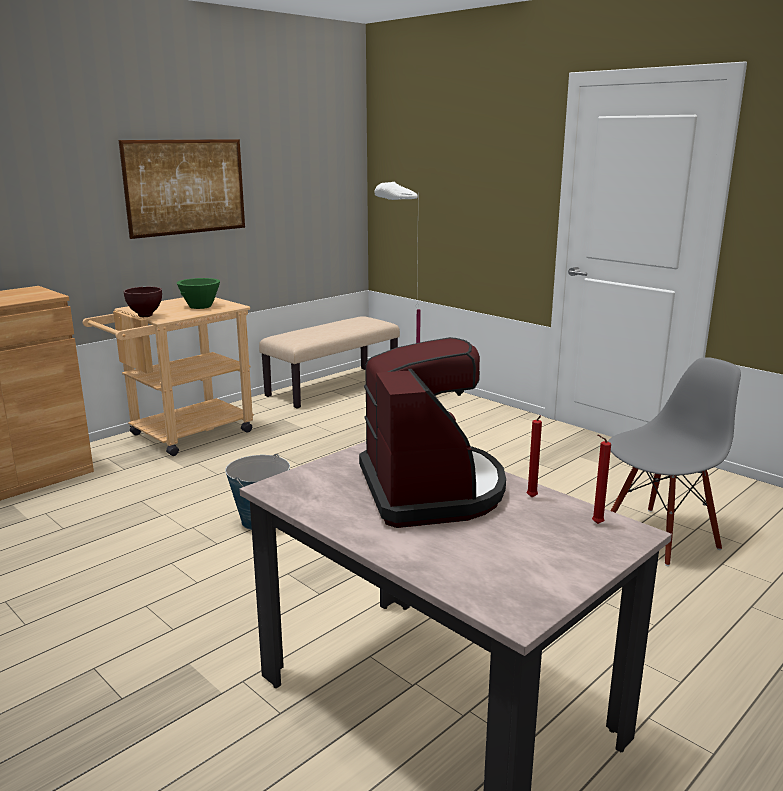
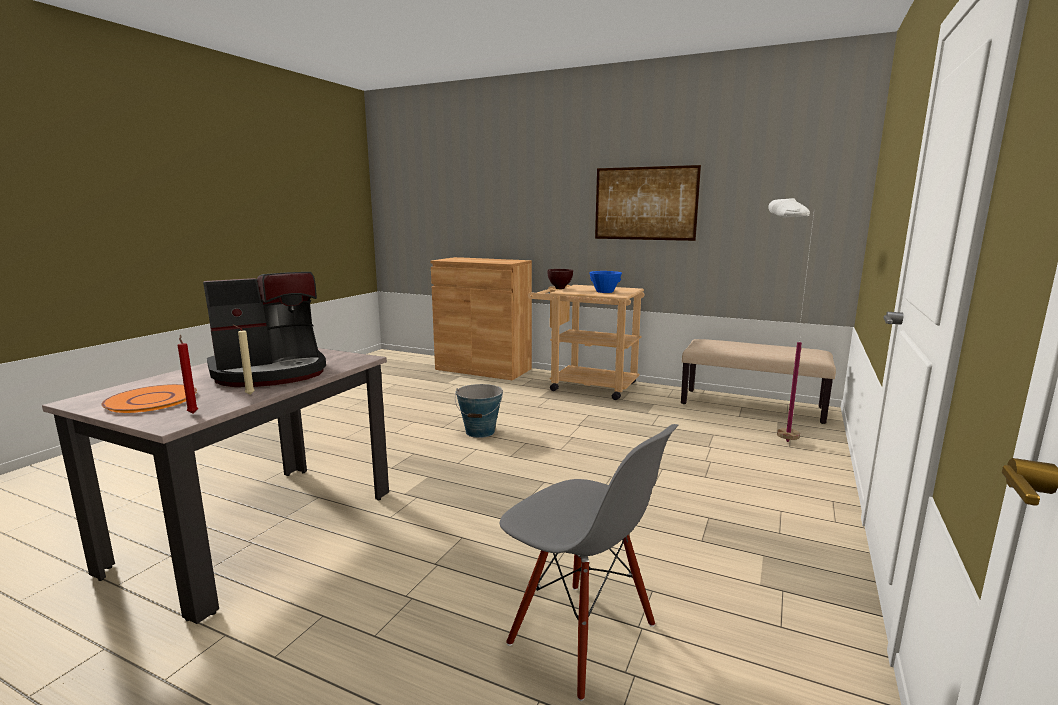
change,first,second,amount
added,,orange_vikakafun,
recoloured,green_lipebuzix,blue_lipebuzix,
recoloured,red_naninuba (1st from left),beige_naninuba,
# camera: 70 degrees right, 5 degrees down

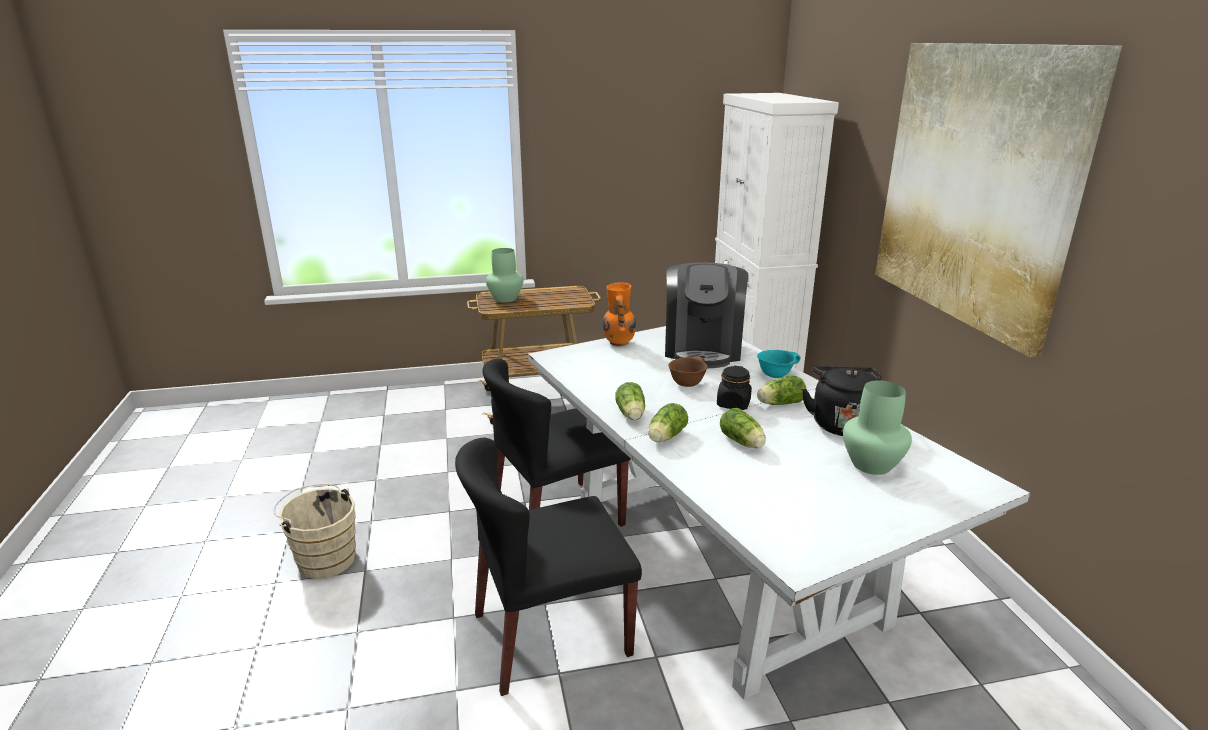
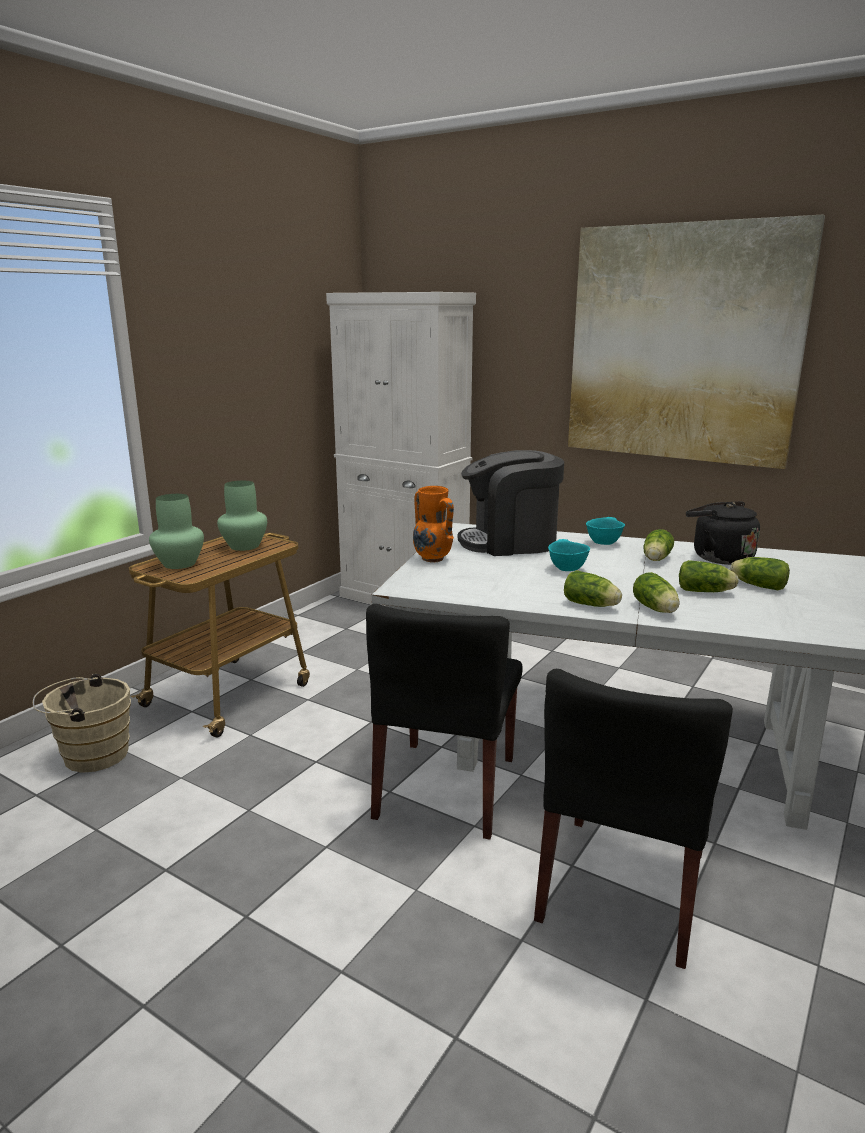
change,first,second,amount
removed,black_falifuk,,
added,,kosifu (5th from left),
moved,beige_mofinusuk,,
moved,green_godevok (2nd from left),,
recoloured,brown_lipebuzix,turquoise_lipebuzix (1st from left),
turned,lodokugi,,120 degrees clockwise
# camera: 45 degrees left, 5 degrees down

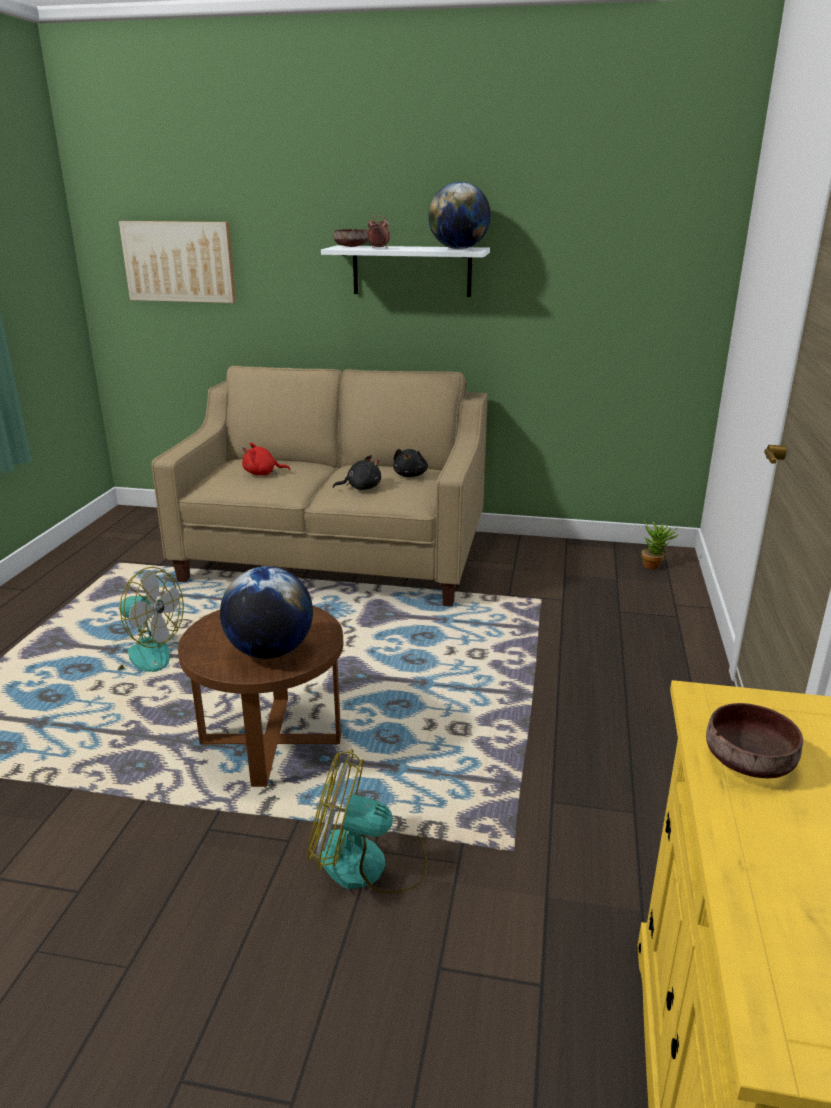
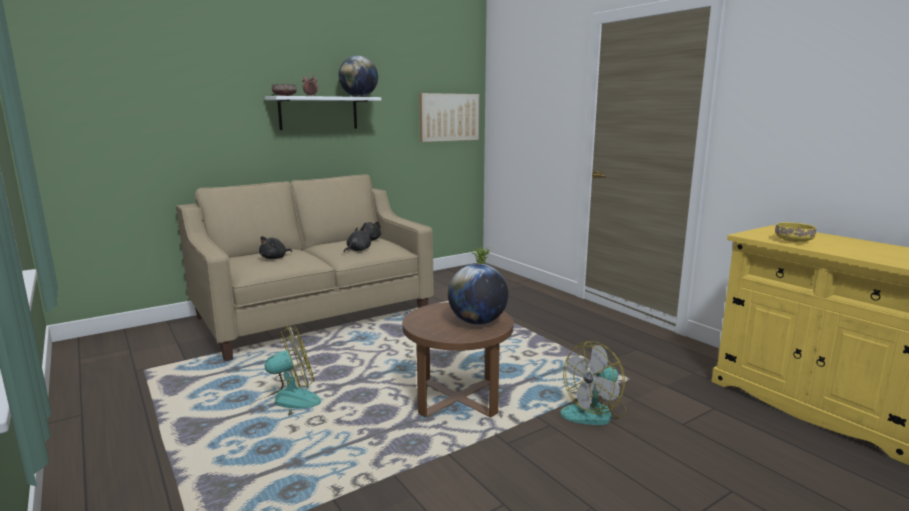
change,first,second,amount
moved,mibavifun,,
recoloured,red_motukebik,black_motukebik (1st from left),
recoloured,brown_lipebuzix (2nd from left),yellow_lipebuzix,
# camera: 45 degrees left, 10 degrees down

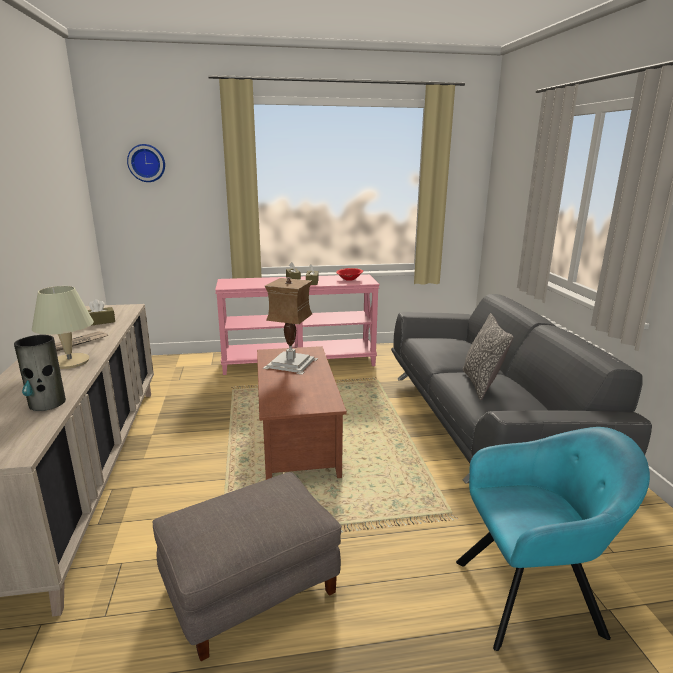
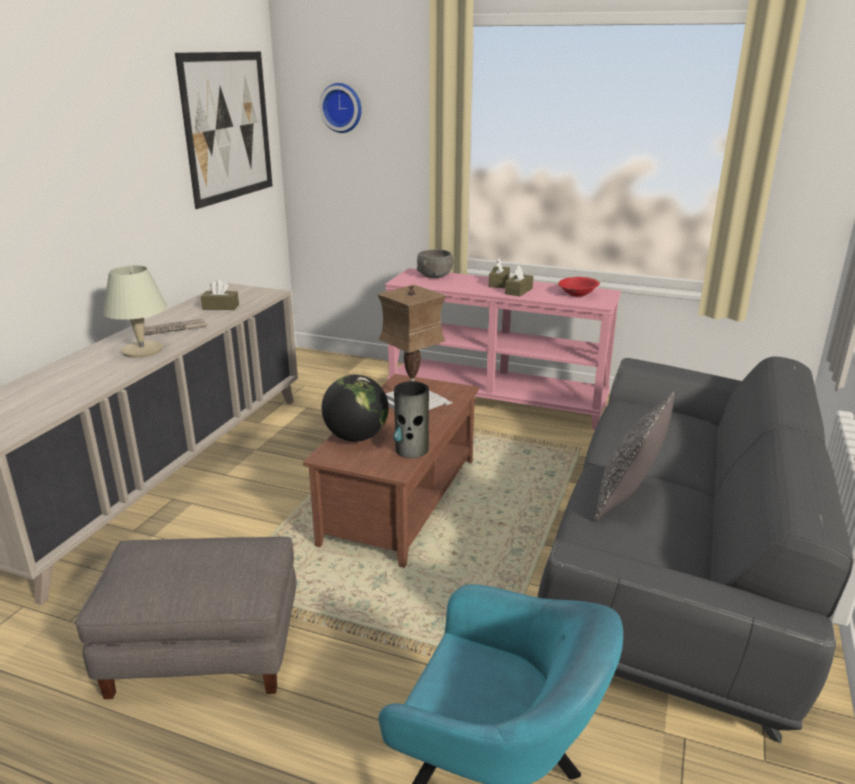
change,first,second,amount
added,,mibavifun,
added,,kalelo,
added,,grey_lipebuzix,
moved,godevok,,
# camera: 30 degrees right, 5 degrees up

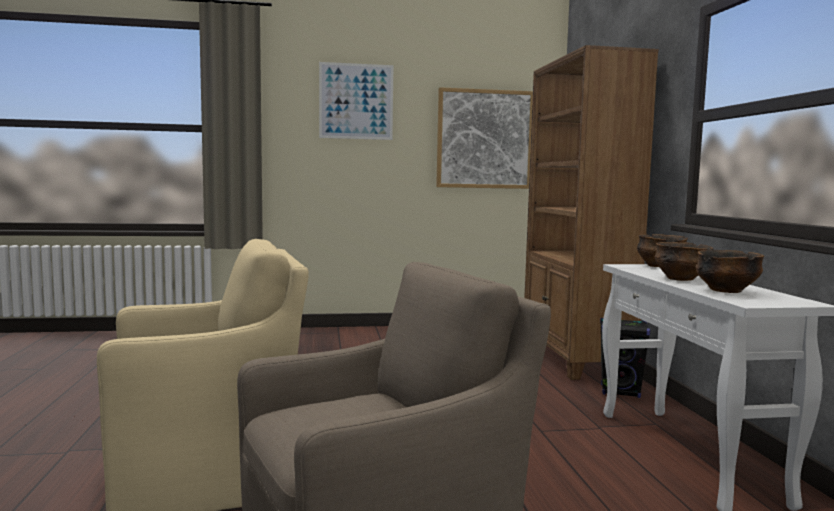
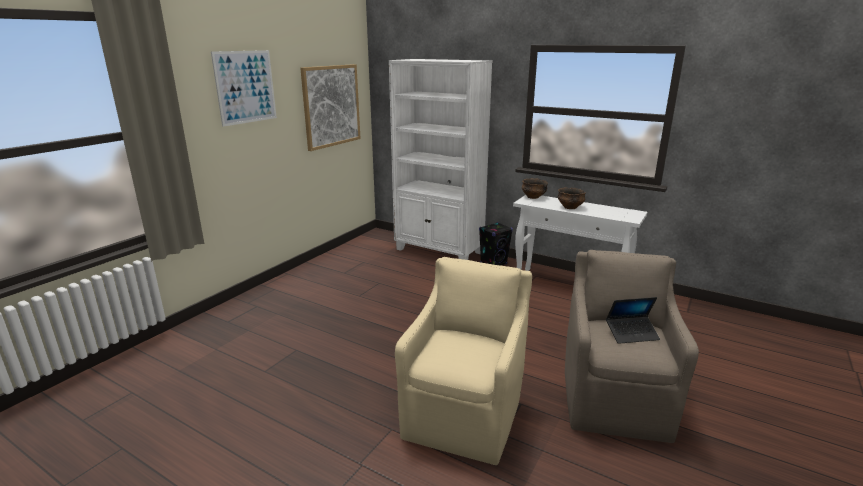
change,first,second,amount
removed,lipebuzix (3rd from left),,
added,,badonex,
recoloured,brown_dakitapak,white_dakitapak,
# camera: 50 degrees left, 15 degrees up

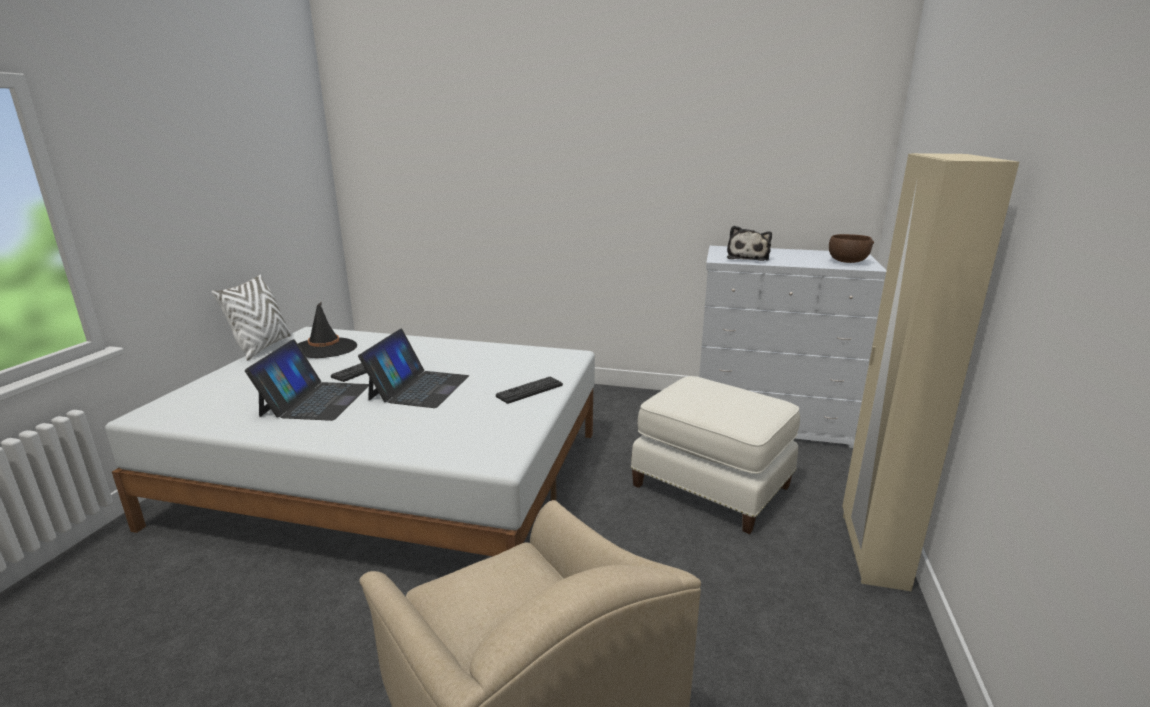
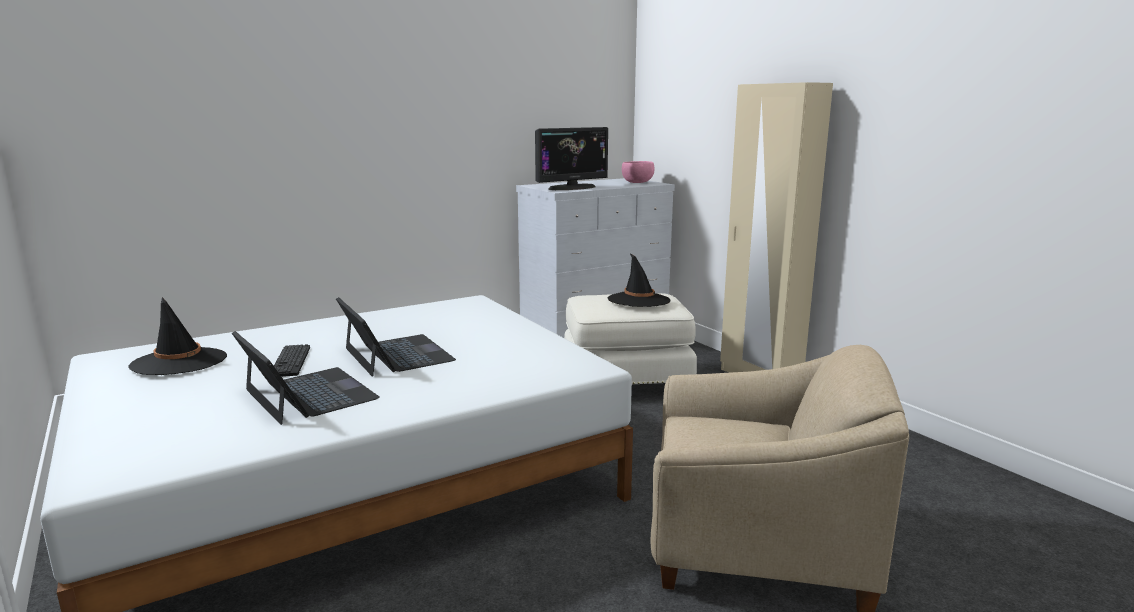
change,first,second,amount
removed,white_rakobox,,
removed,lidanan (2nd from left),,
added,,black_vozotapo (2nd from left),
replaced,motukebik,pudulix,
recoloured,brown_lipebuzix,pink_lipebuzix,
# camera: 45 degrees left, 5 degrees down

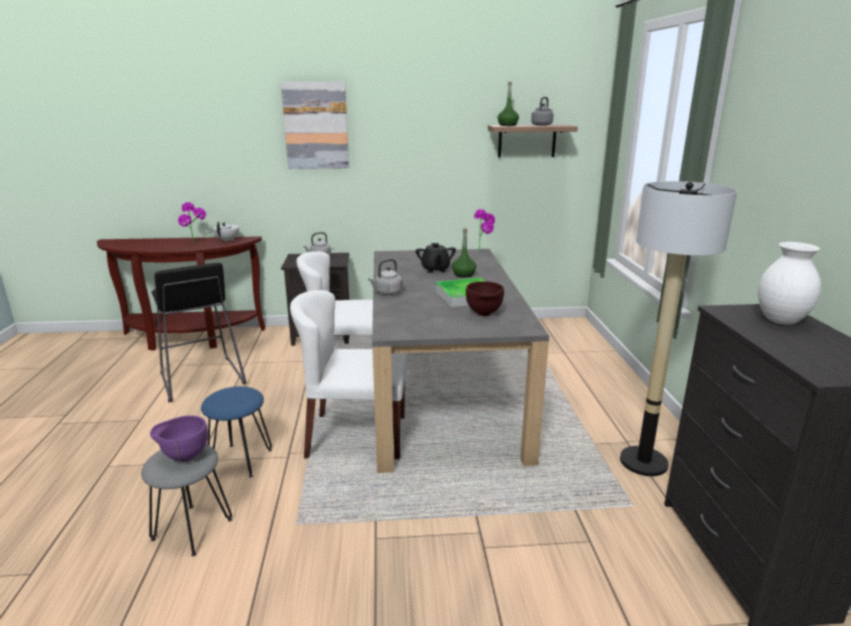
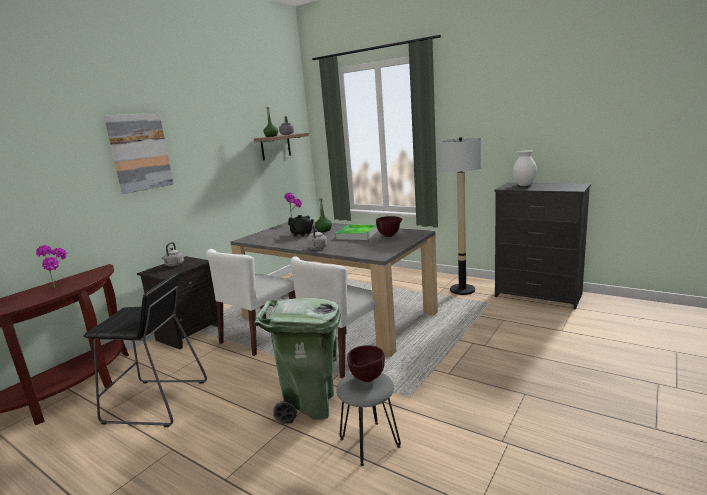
change,first,second,amount
removed,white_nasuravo,,
replaced,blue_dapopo,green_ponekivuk,
recoloured,purple_lipebuzix,brown_lipebuzix (1st from left),
# camera: 50 degrees left, 5 degrees down

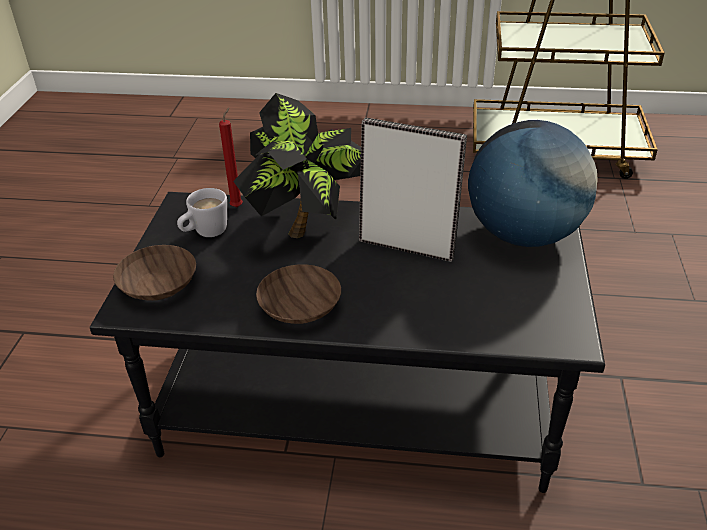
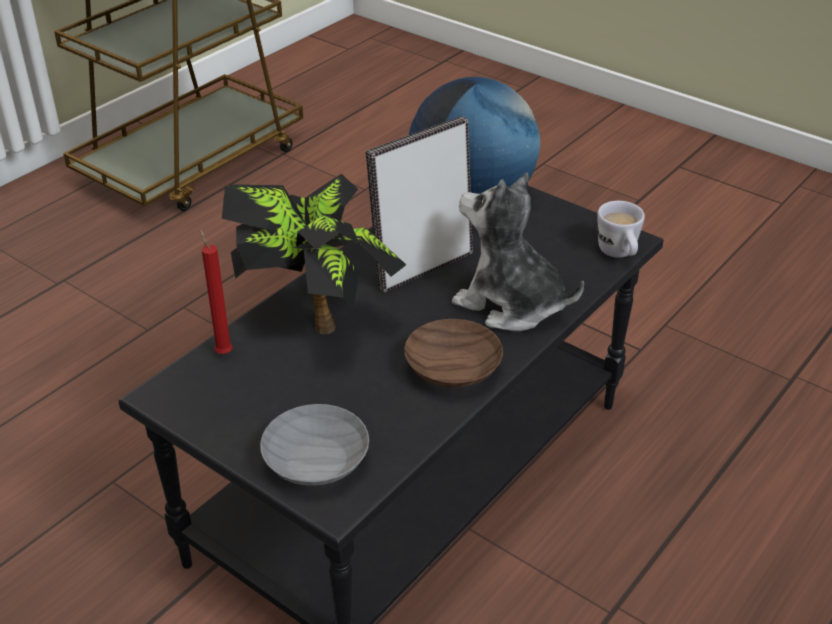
change,first,second,amount
added,,motukebik,
moved,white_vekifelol,,
recoloured,brown_lipebuzix (1st from left),grey_lipebuzix,
# camera: 60 degrees left, 0 degrees up

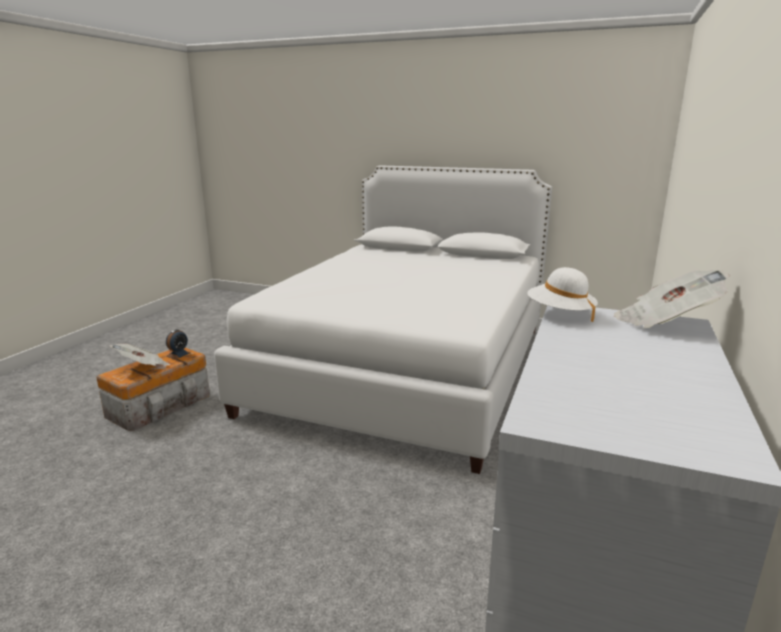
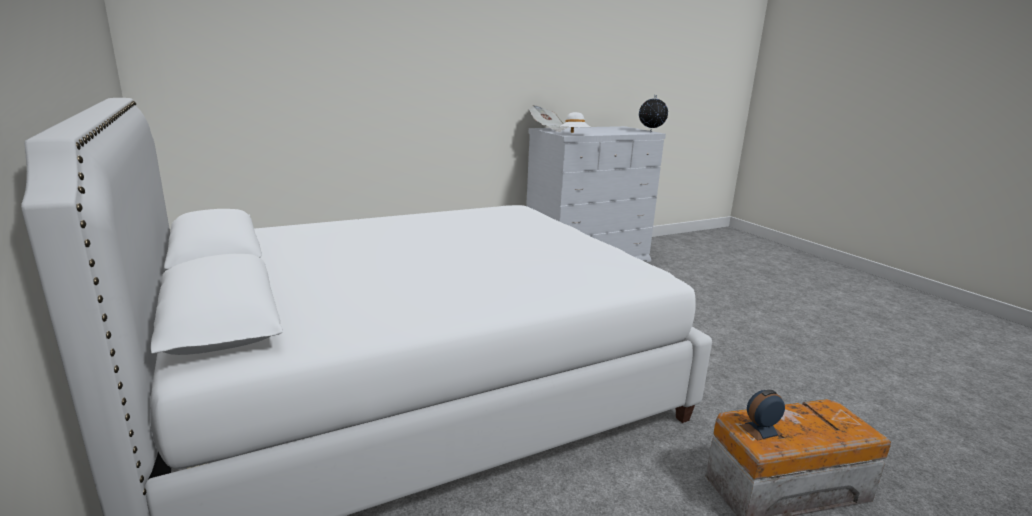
change,first,second,amount
removed,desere (1st from left),,
added,,kalelo,
# camera: 140 degrees left, 0 degrees up

